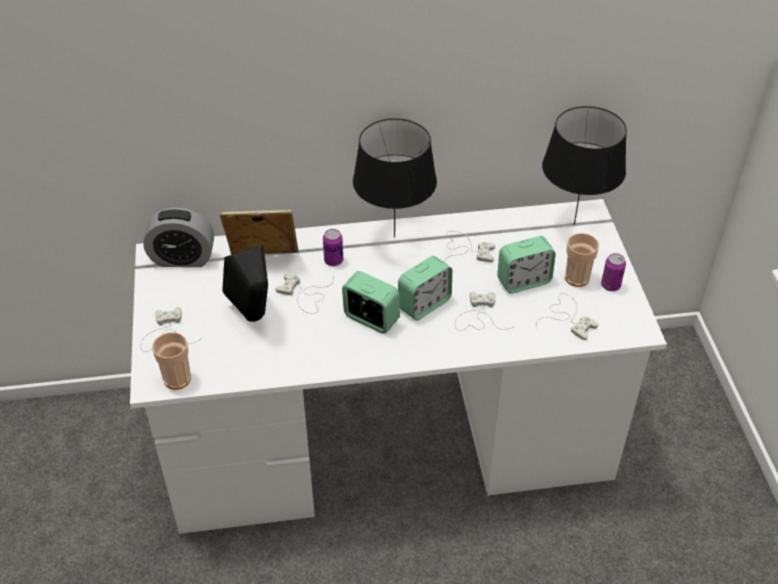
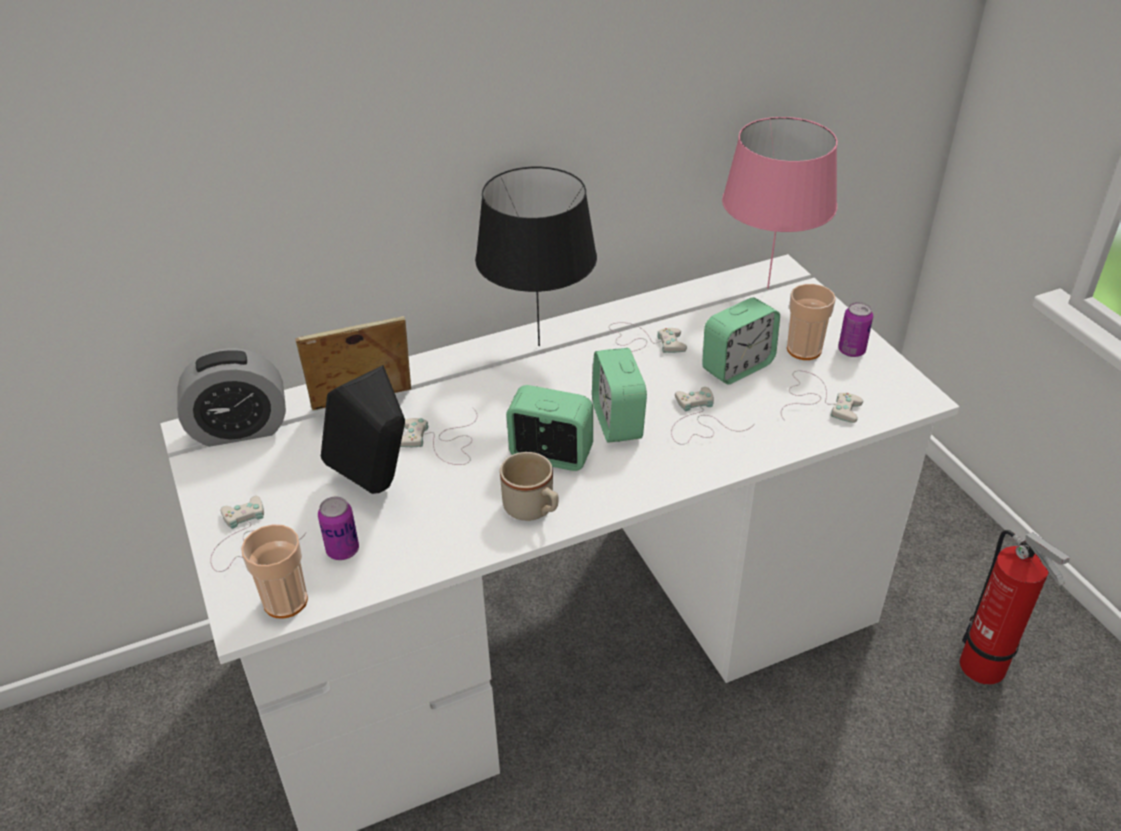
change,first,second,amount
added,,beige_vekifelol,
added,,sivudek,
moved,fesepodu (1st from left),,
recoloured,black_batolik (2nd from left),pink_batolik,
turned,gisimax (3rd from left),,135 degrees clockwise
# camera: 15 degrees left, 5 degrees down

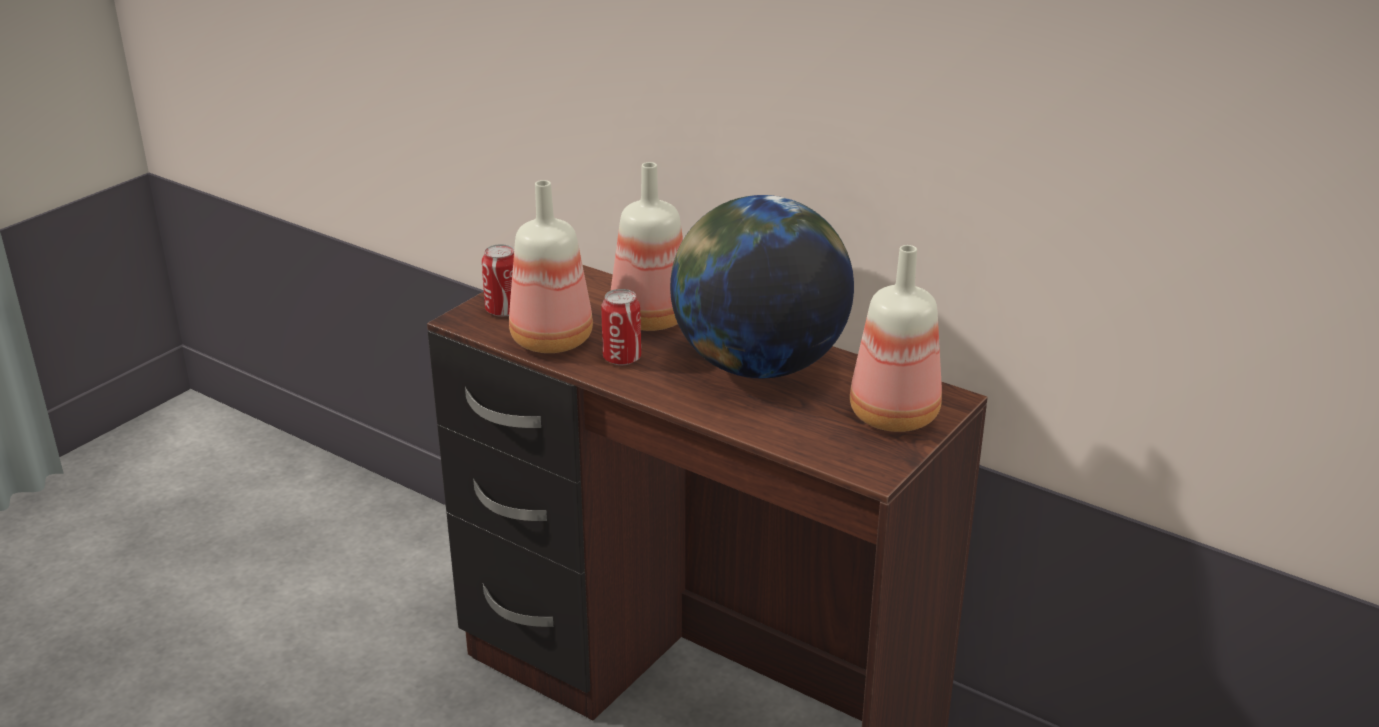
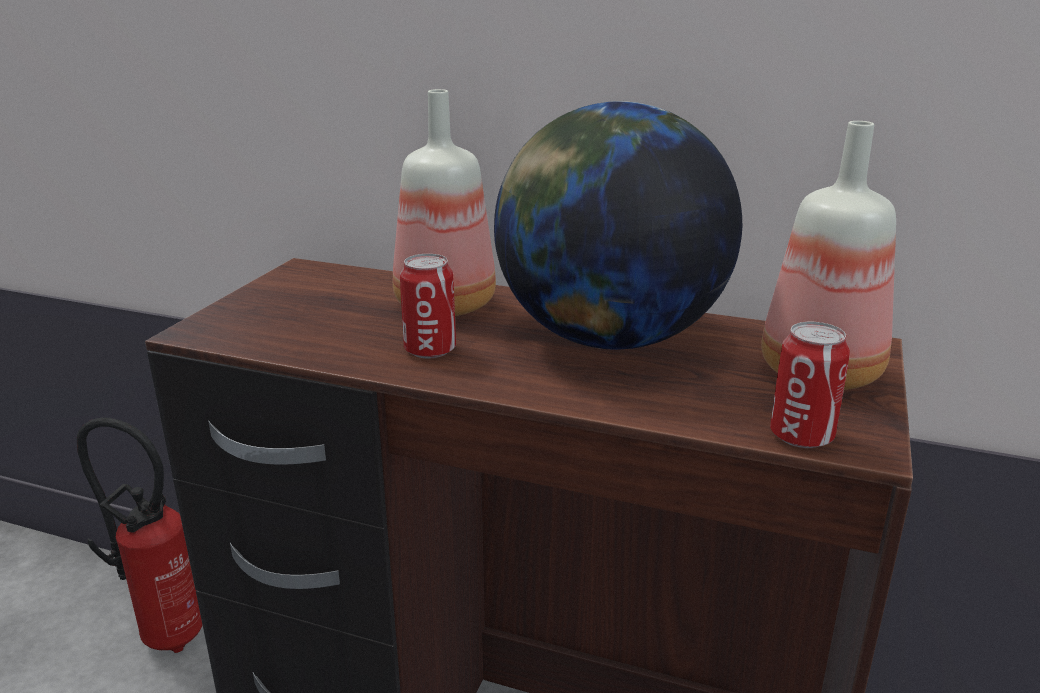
change,first,second,amount
removed,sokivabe (1st from left),,
added,,sivudek,
moved,fesepodu (1st from left in the first image),fesepodu (2nd from left),
# camera: 15 degrees left, 5 degrees down

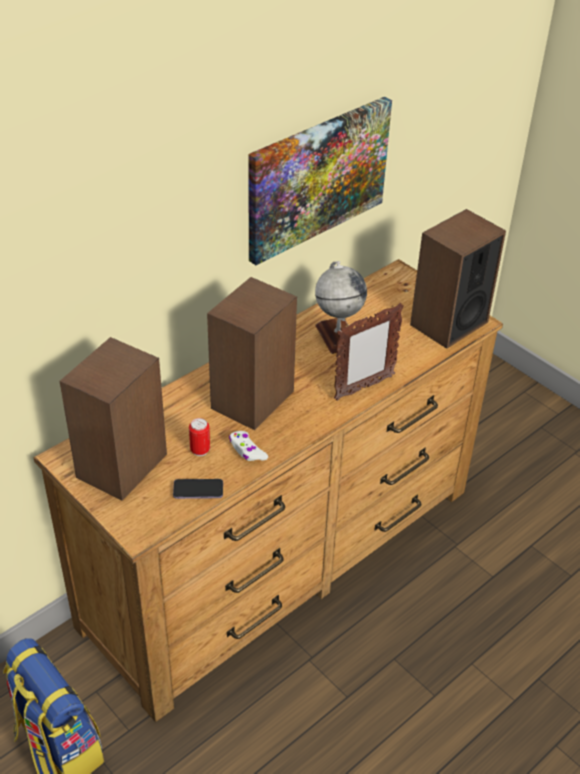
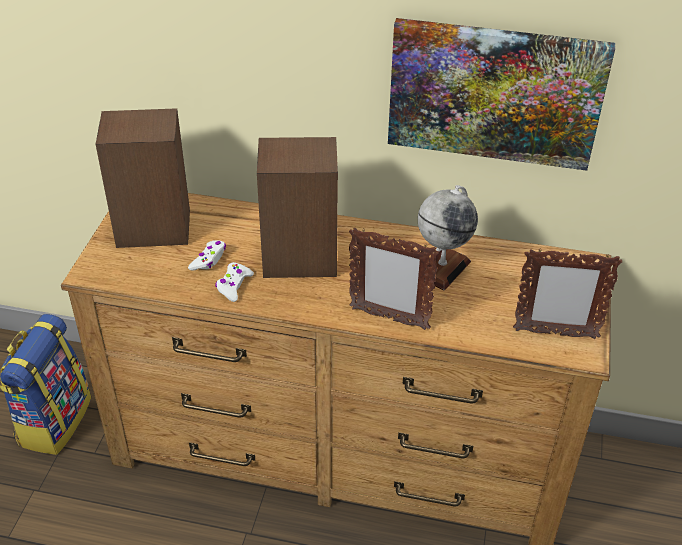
change,first,second,amount
removed,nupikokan,,
replaced,fesepodu,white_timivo (1st from left),
replaced,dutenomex (3rd from left),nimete (2nd from left),
# camera: 55 degrees right, 0 degrees up

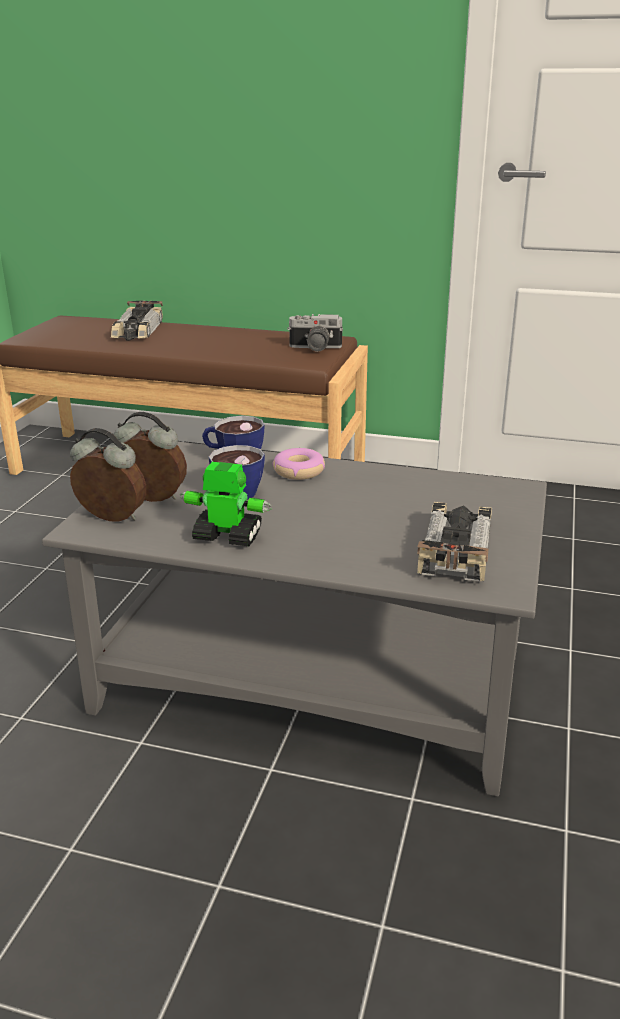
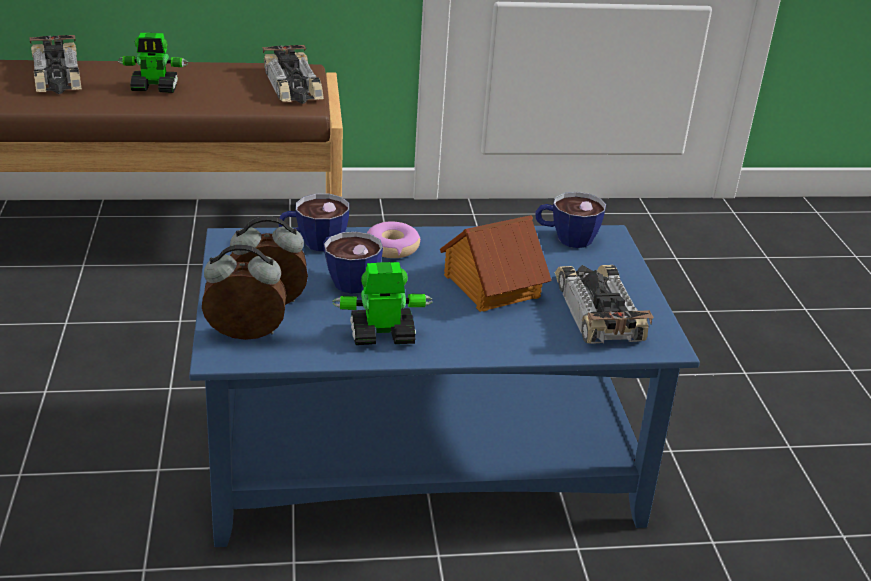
change,first,second,amount
added,,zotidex (1st from left),
added,,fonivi,
added,,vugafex (3rd from left),
replaced,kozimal,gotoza (2nd from left),
recoloured,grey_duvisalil,blue_duvisalil,
# camera: 25 degrees left, 5 degrees up

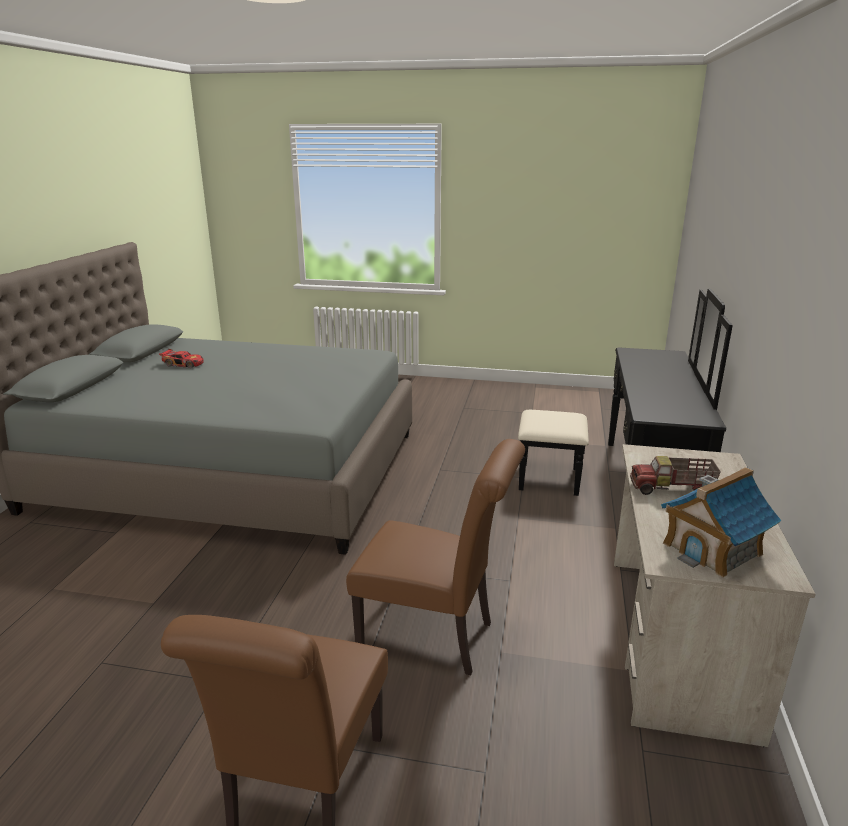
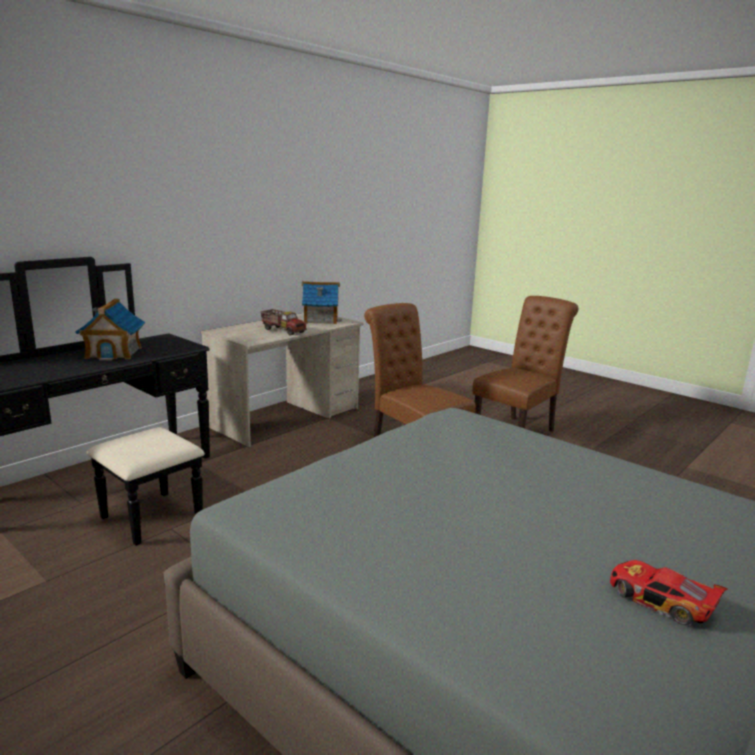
change,first,second,amount
added,,fonivi (1st from left),
# camera: 150 degrees left, 5 degrees down

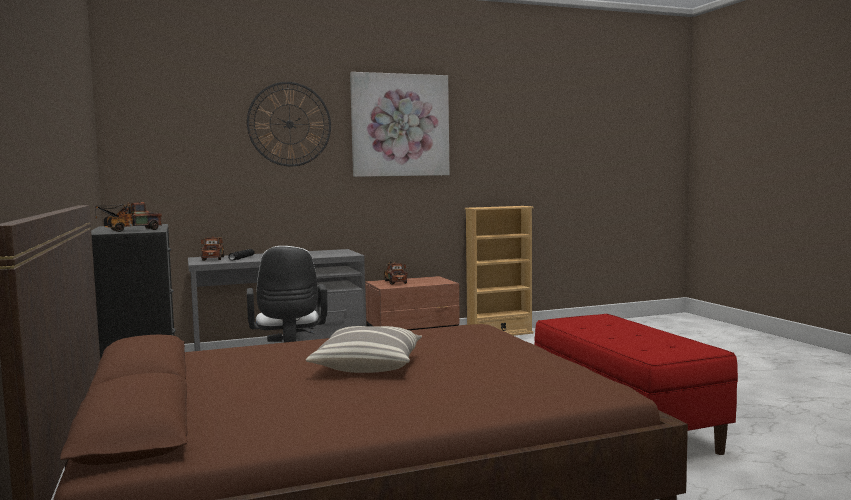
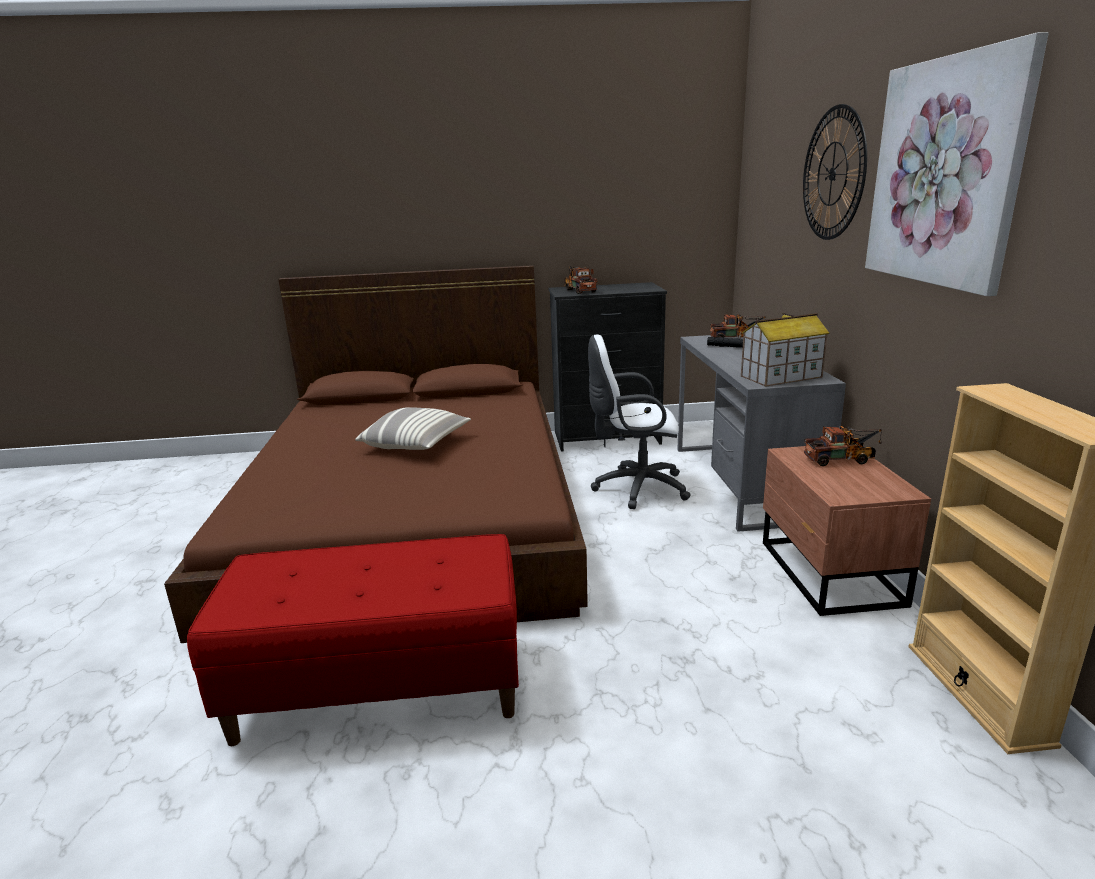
change,first,second,amount
added,,fonivi,
# camera: 105 degrees right, 15 degrees up

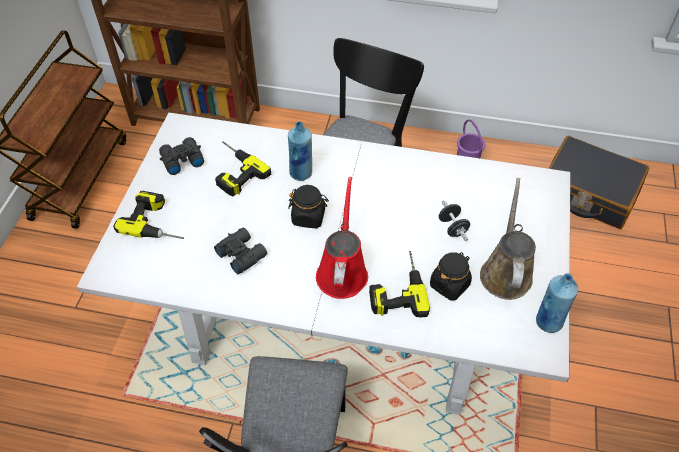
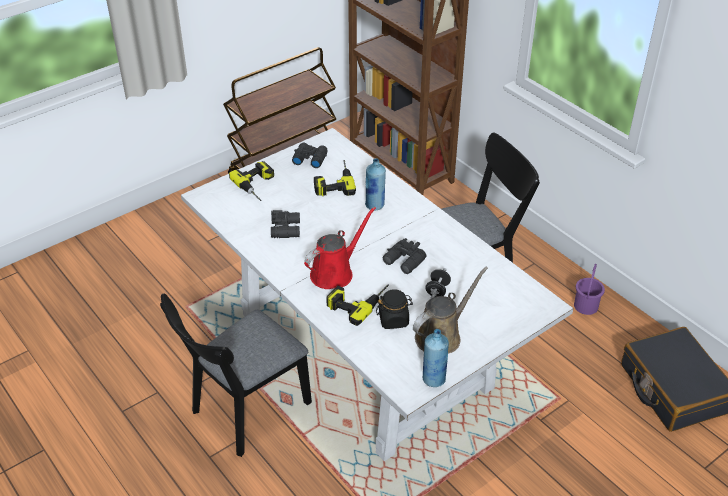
change,first,second,amount
removed,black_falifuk (1st from left),,
added,,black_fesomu (3rd from left),
# camera: 40 degrees right, 10 degrees down

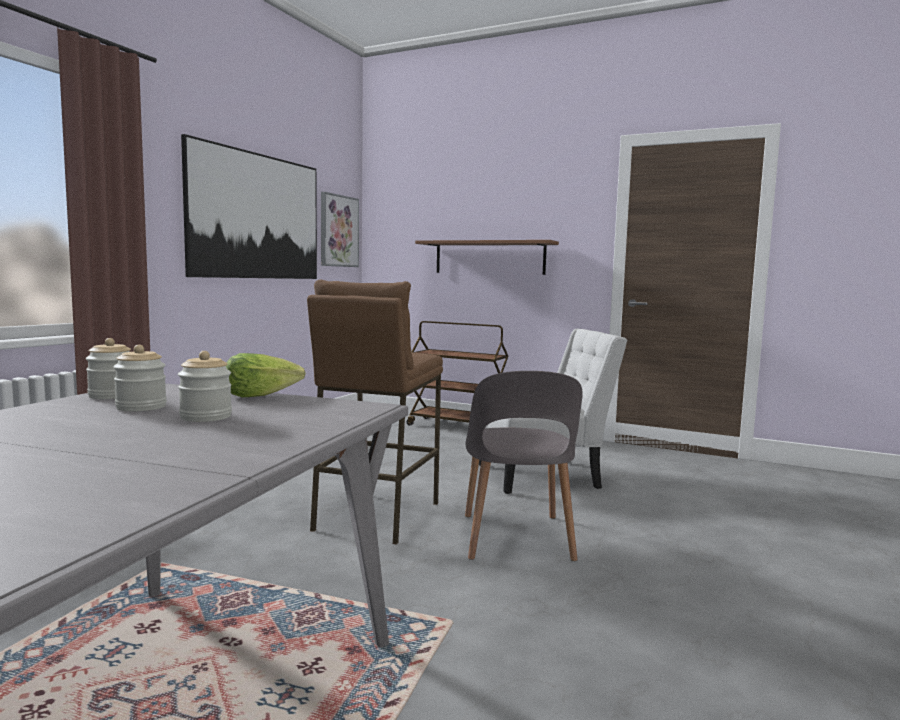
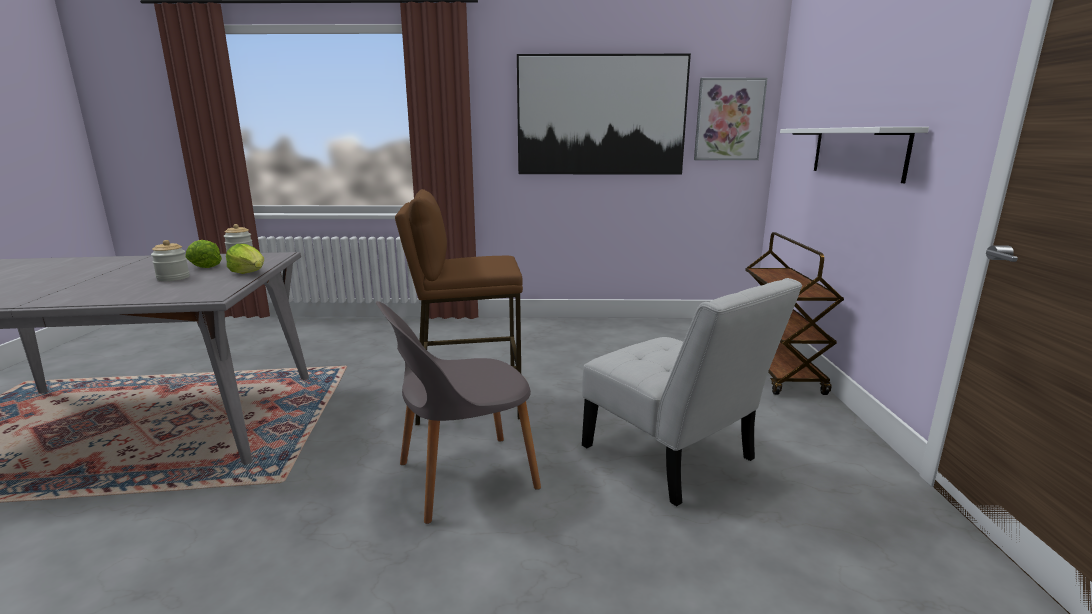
change,first,second,amount
replaced,falifuk (2nd from left),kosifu (1st from left),
recoloured,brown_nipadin,white_nipadin,
# camera: 65 degrees right, 10 degrees up

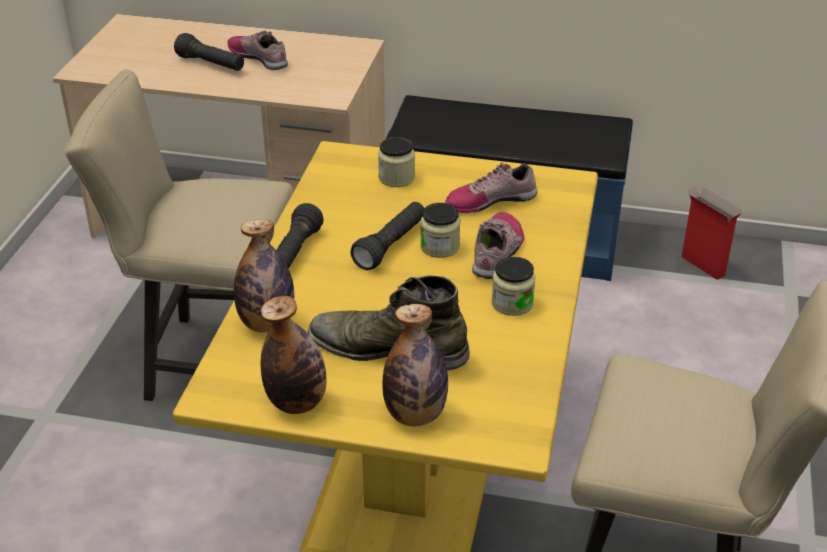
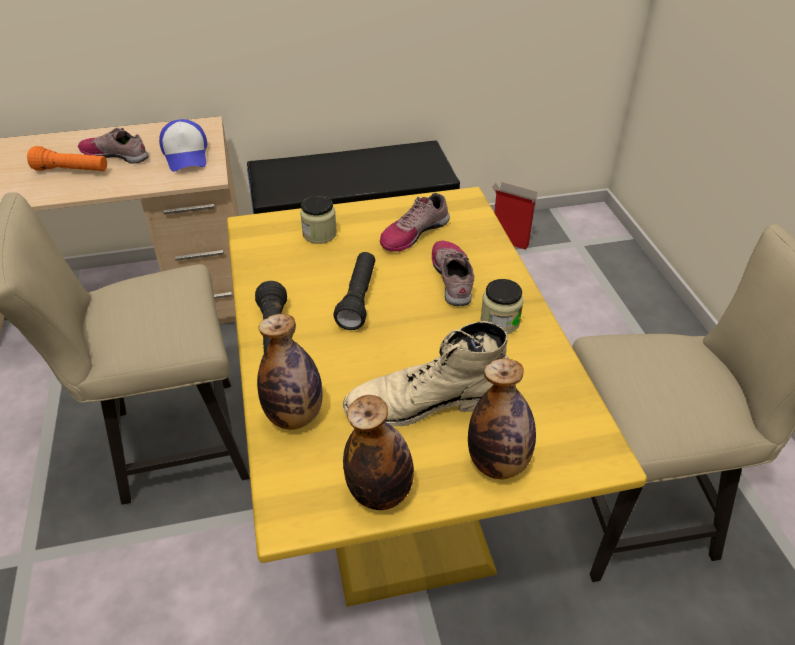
change,first,second,amount
removed,falifuk (2nd from left),,
added,,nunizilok,
recoloured,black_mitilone (1st from left),orange_mitilone,
recoloured,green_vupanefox,beige_vupanefox,
# camera: 25 degrees left, 5 degrees up

